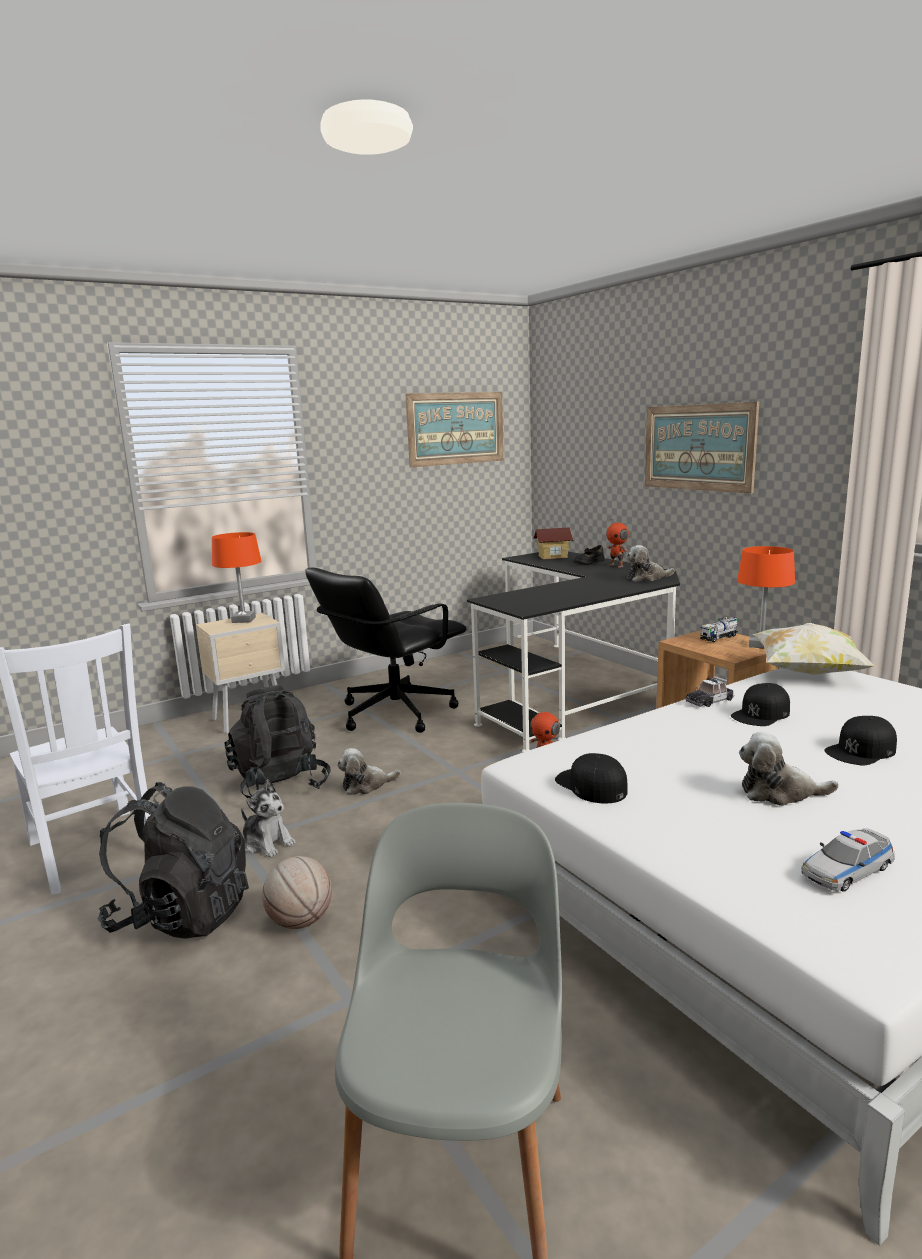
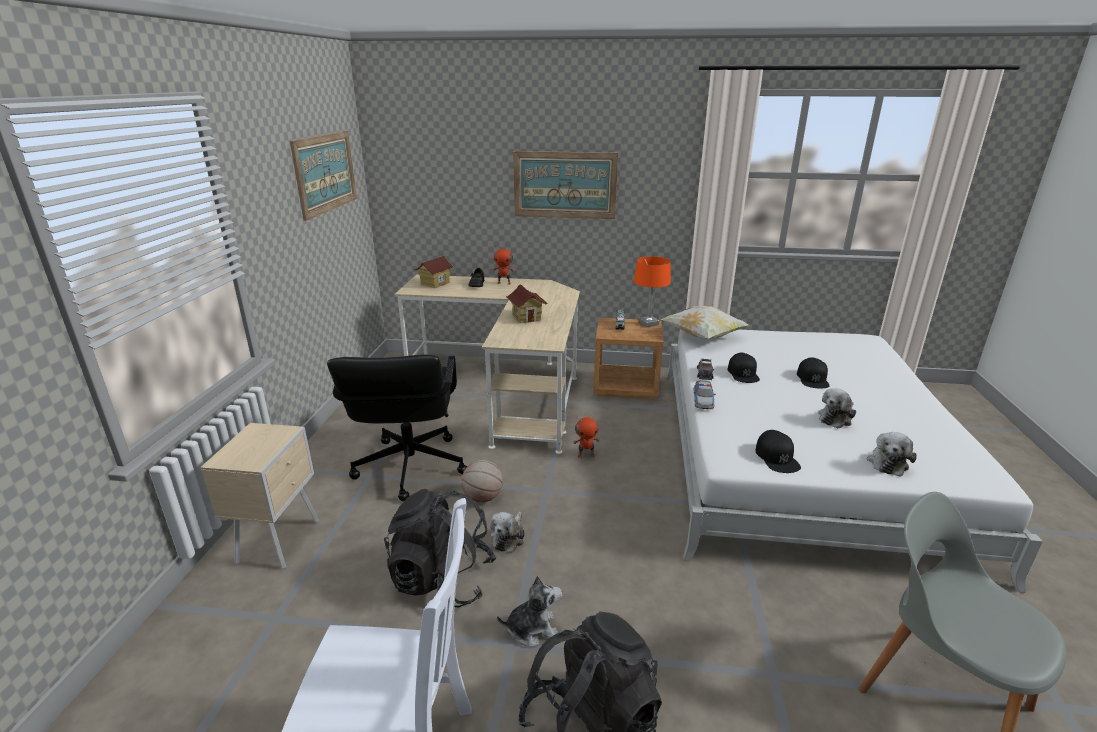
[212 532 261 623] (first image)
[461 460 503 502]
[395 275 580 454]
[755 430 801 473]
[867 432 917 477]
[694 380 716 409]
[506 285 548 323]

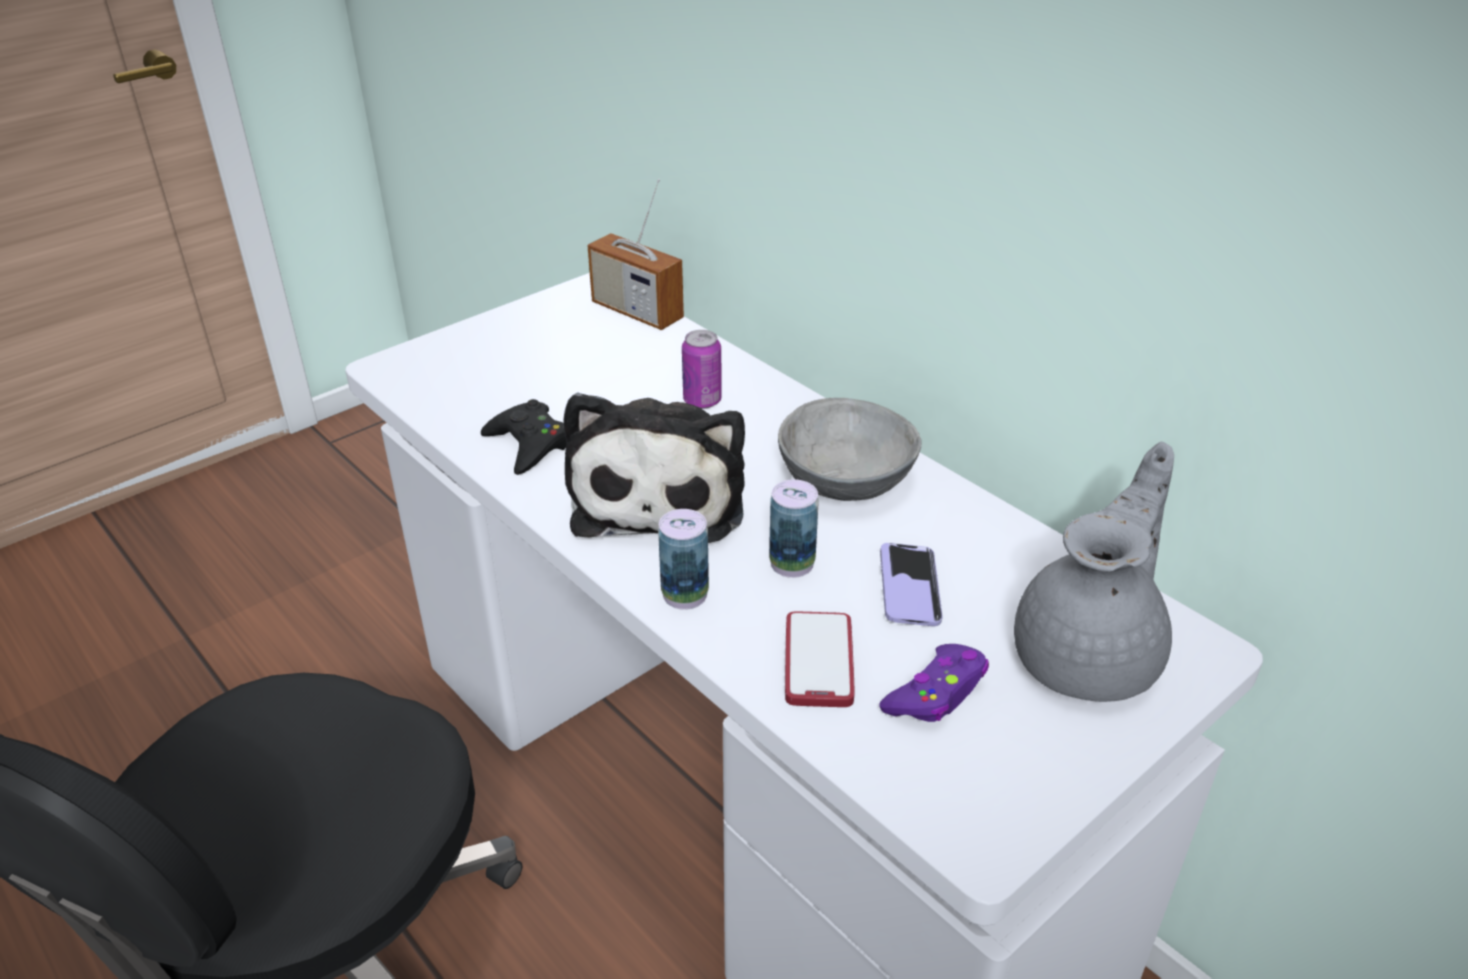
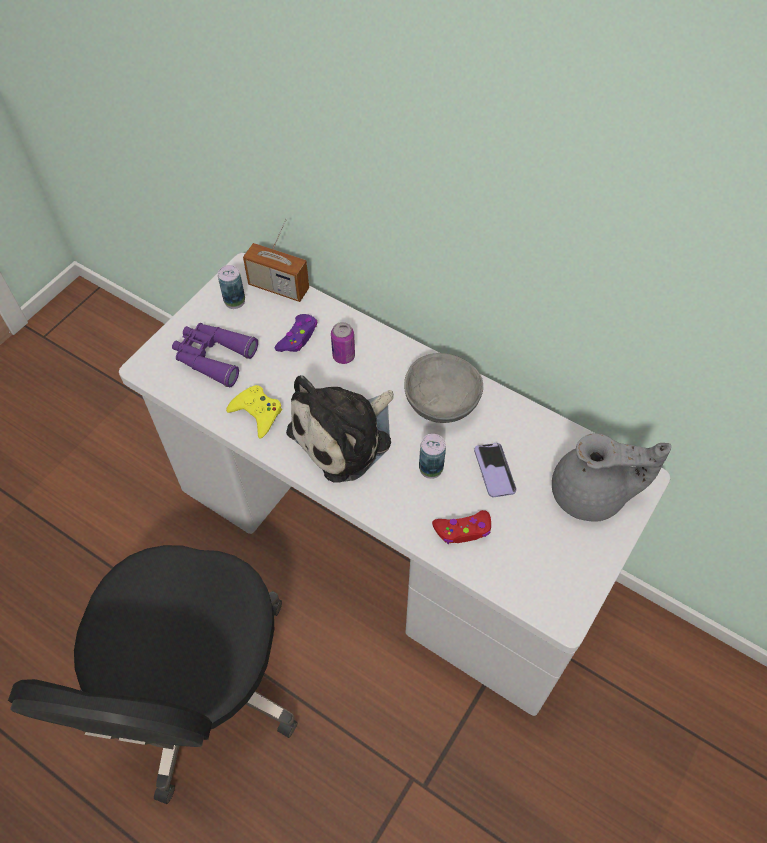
[226 385 282 439]
[286 375 394 483]
[218 265 245 309]
[432 510 491 544]
[274 314 317 352]
[552 433 671 522]
[172 323 258 388]

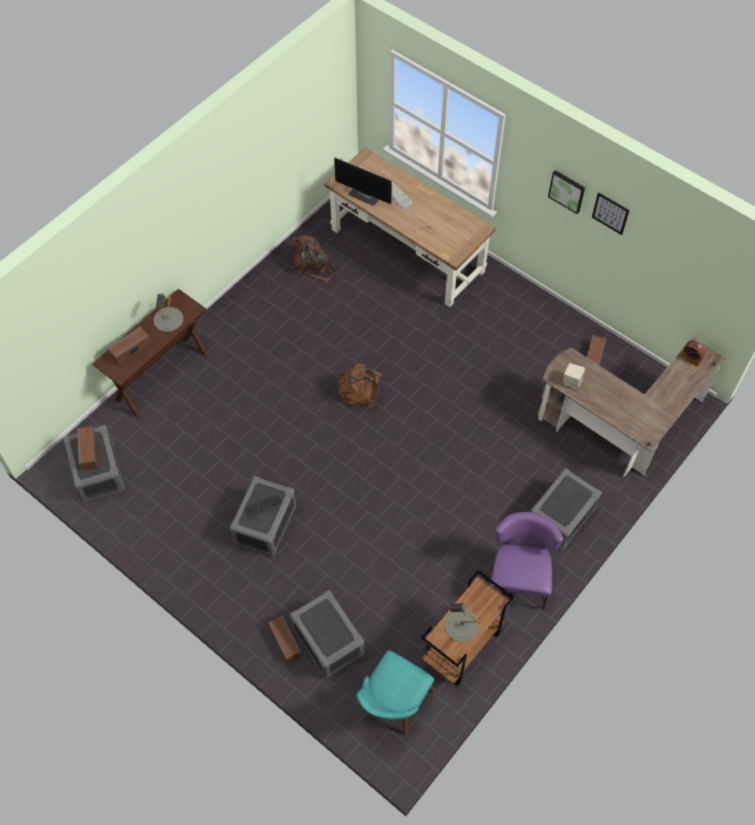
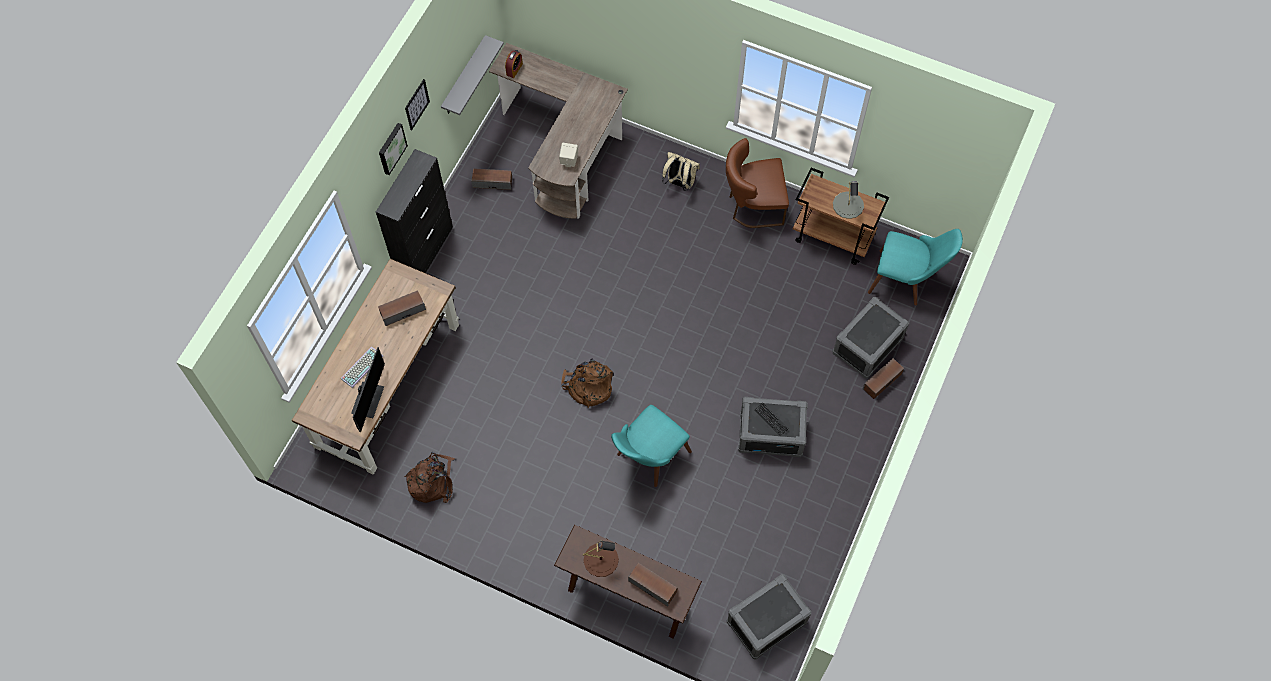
[378 290 426 326]
[583 540 619 577]
[726 138 789 228]
[662 152 700 191]
[376 149 453 273]
[441 35 504 115]
[611 405 692 487]

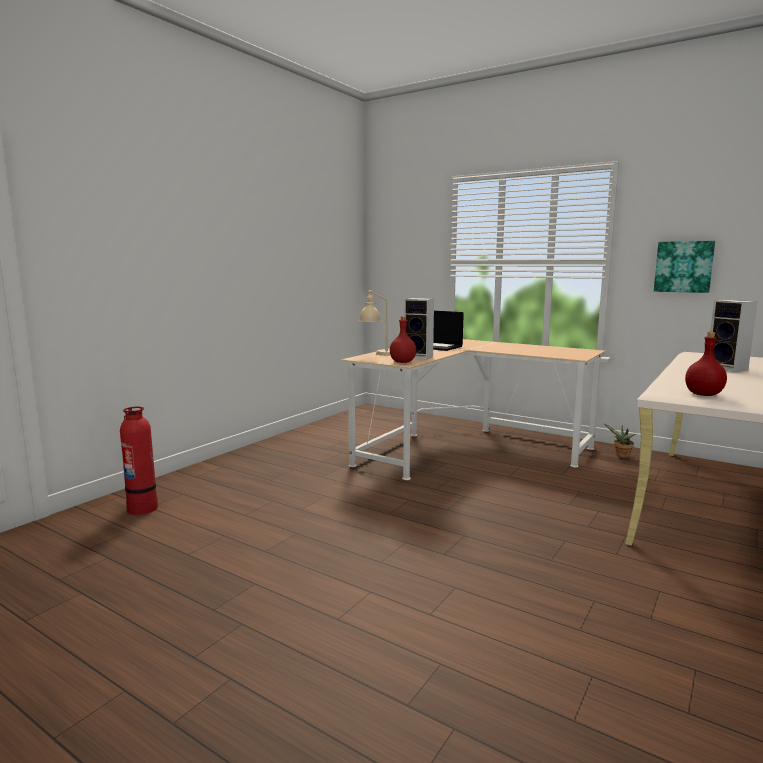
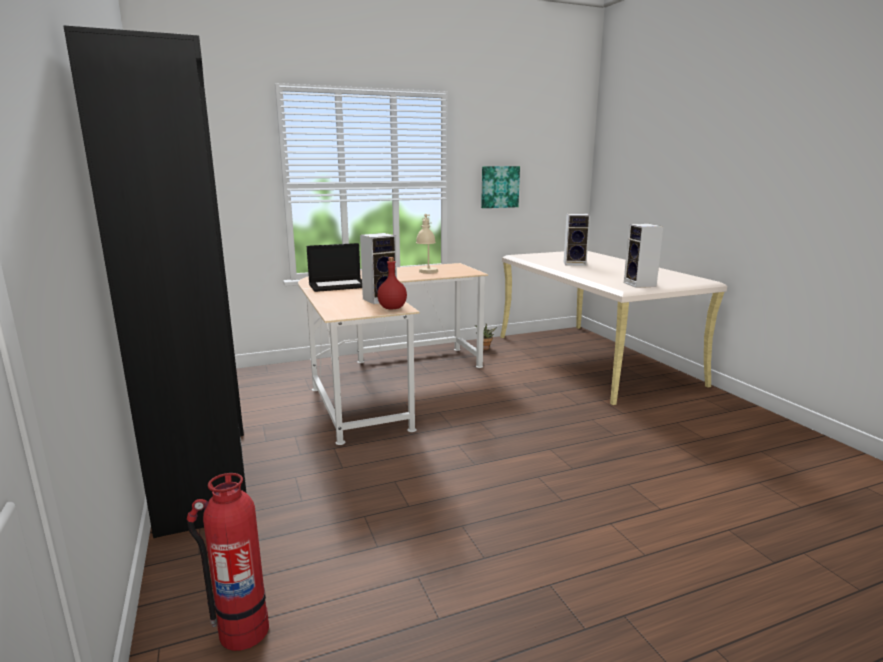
[416 214 438 273]
[624 224 663 288]
[63 25 247 538]

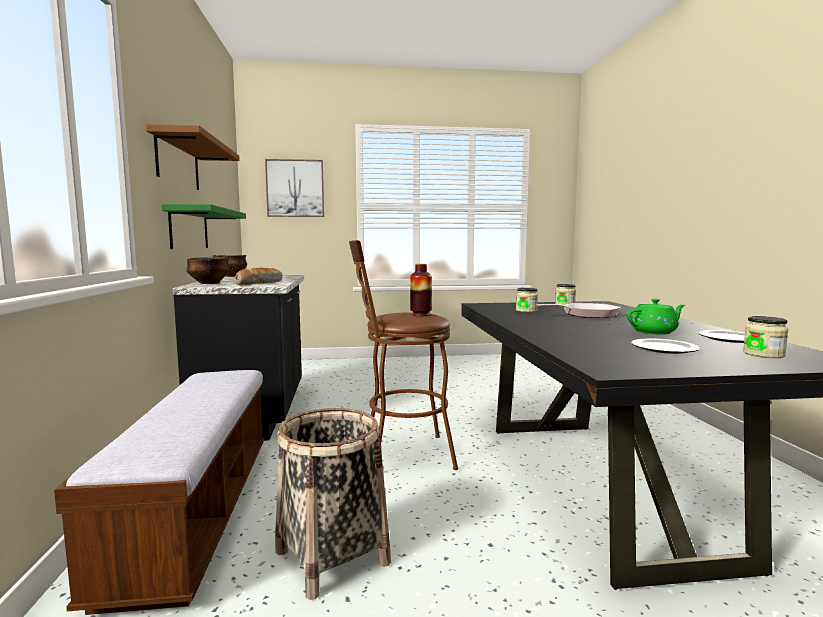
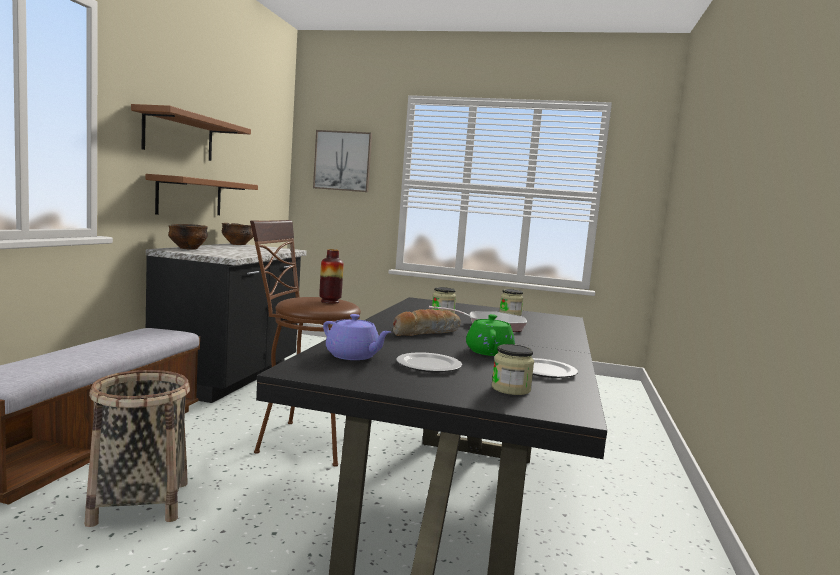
[146 174 258 215]
[393 309 461 336]
[466 314 515 356]
[323 314 391 360]

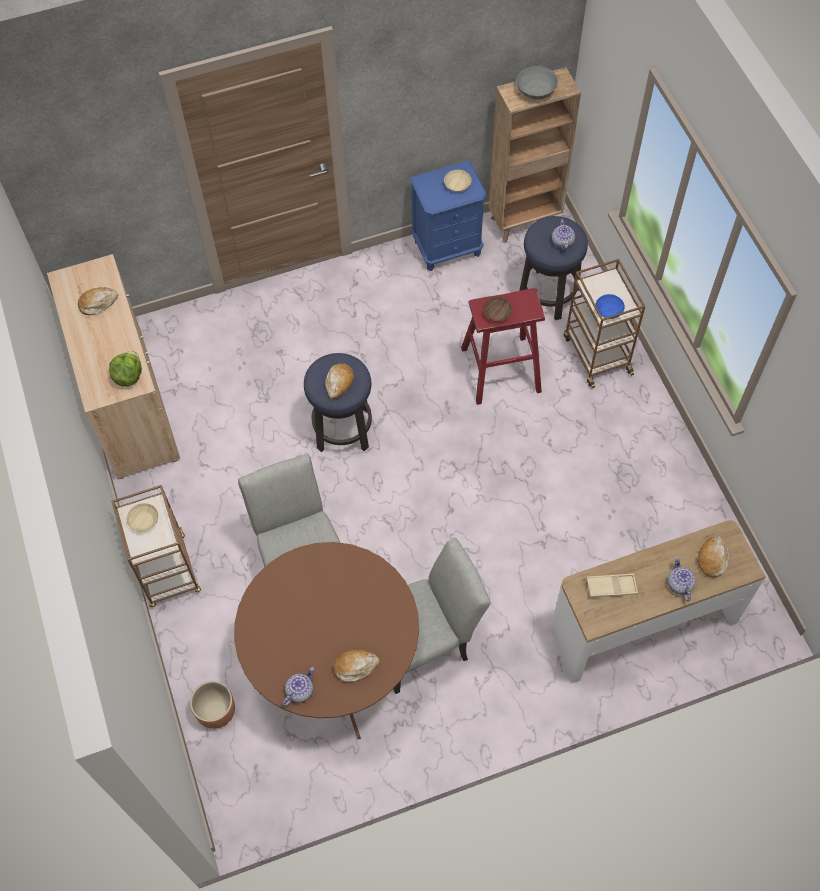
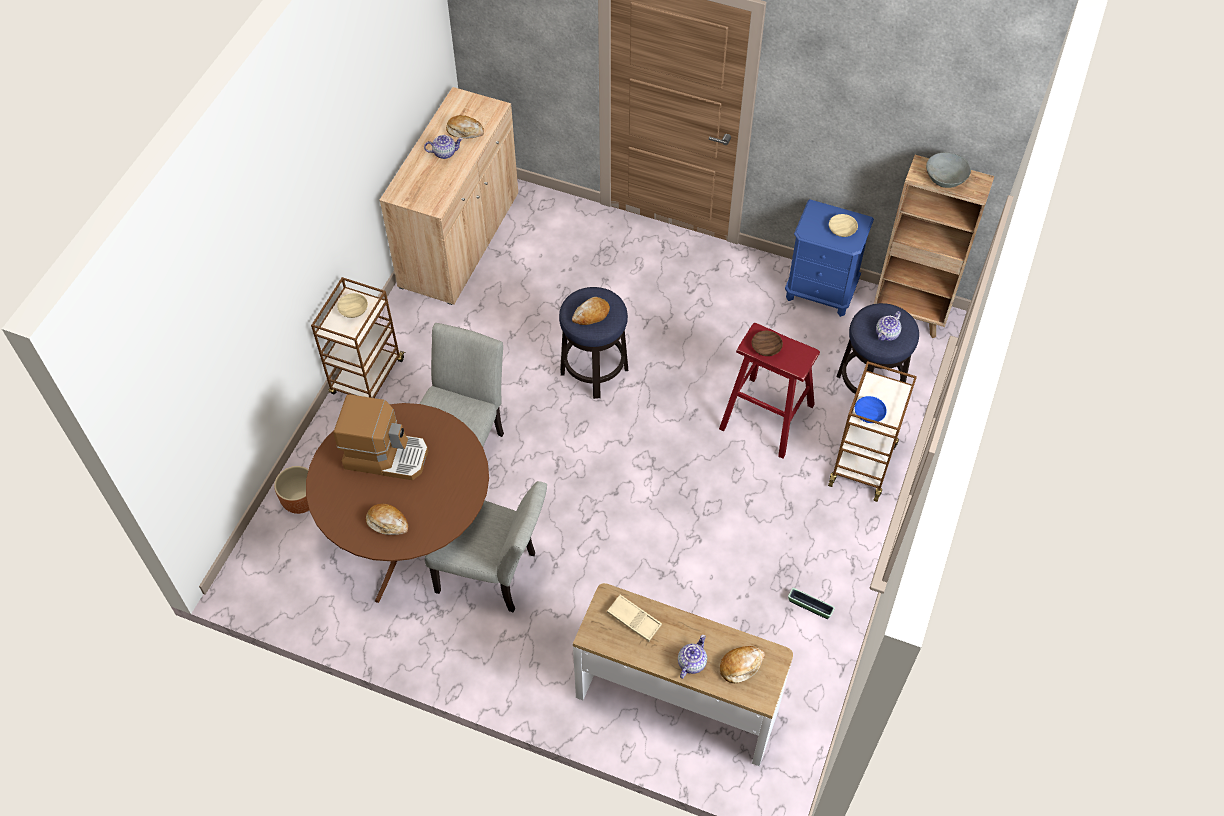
[109 351 142 387] (first image)
[424 135 463 159]
[333 394 428 480]
[788 588 835 619]

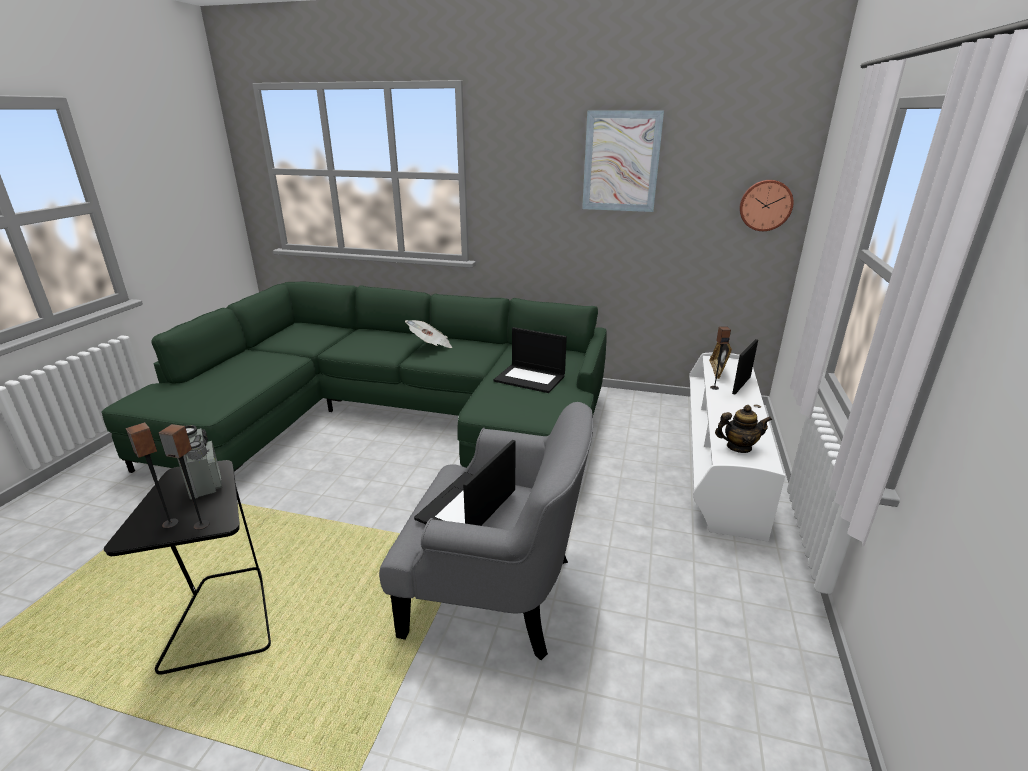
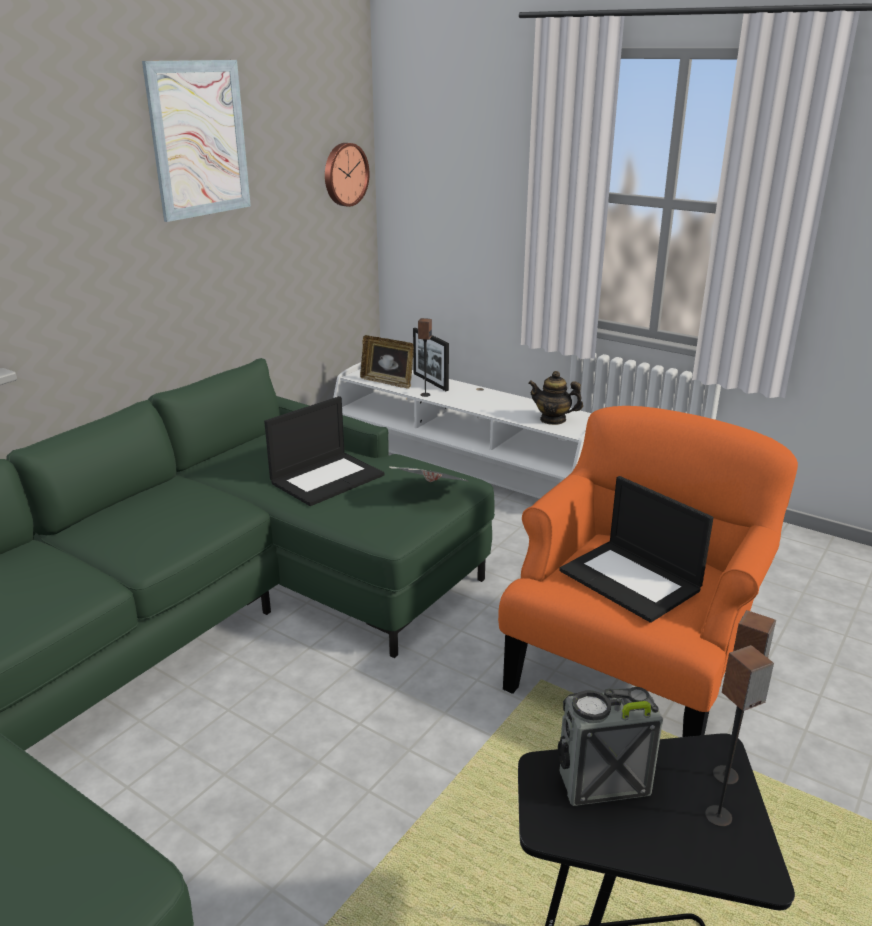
[498 406 798 737]
[389 466 470 482]
[528 371 583 425]

